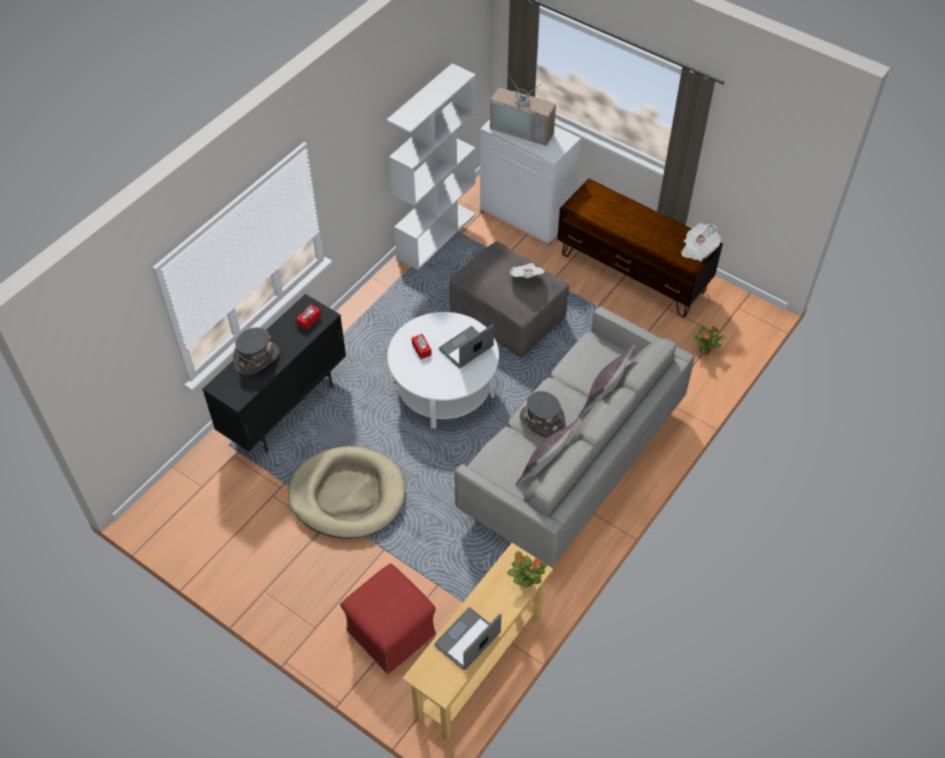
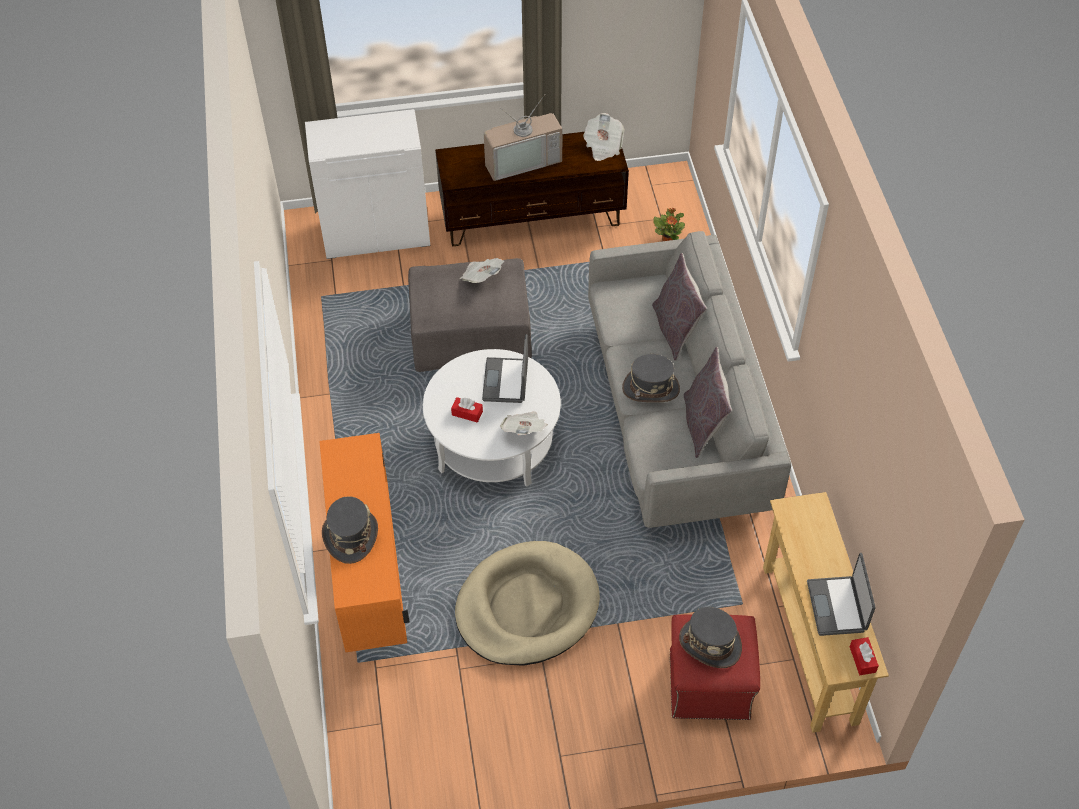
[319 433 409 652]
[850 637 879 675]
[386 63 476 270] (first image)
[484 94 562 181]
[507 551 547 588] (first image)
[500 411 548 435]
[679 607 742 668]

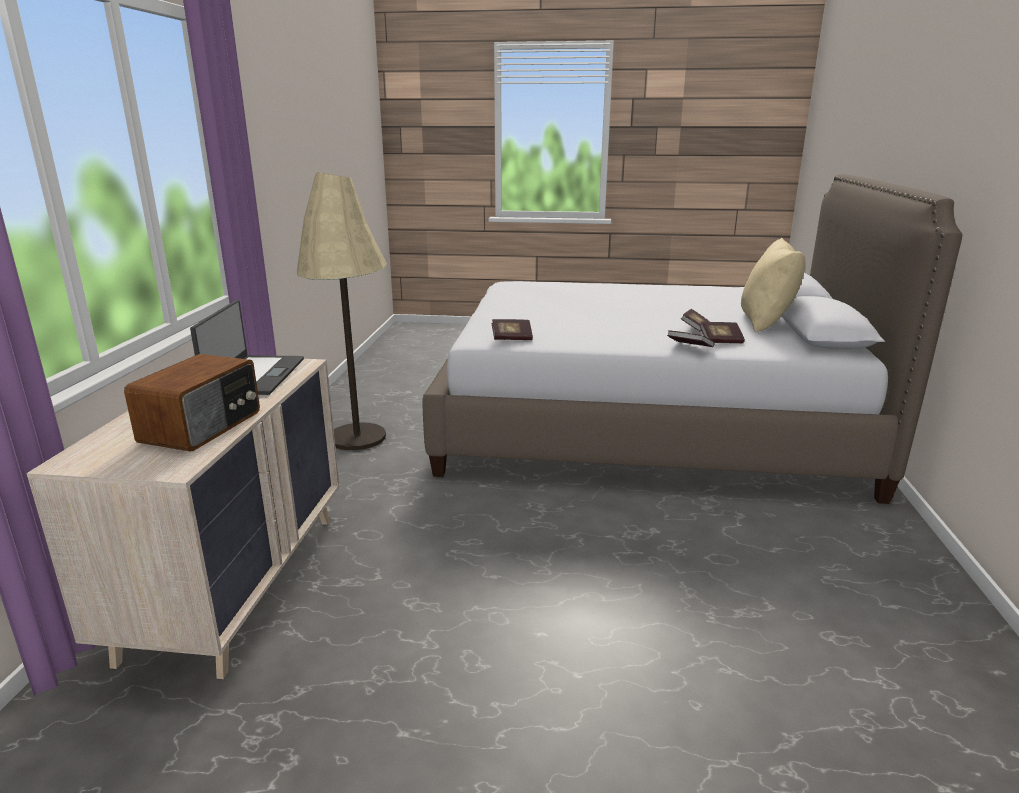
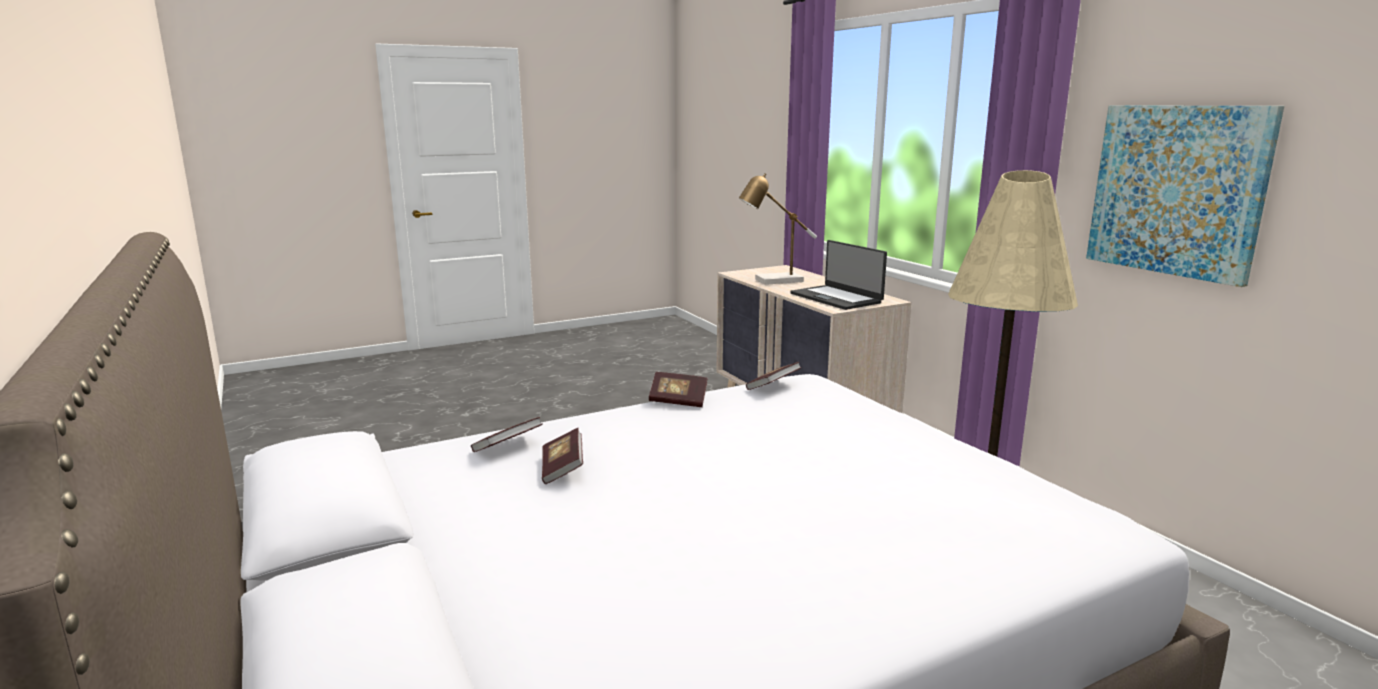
[739 173 817 285]
[649 372 708 407]
[741 238 805 332] (first image)
[1086 105 1284 287]

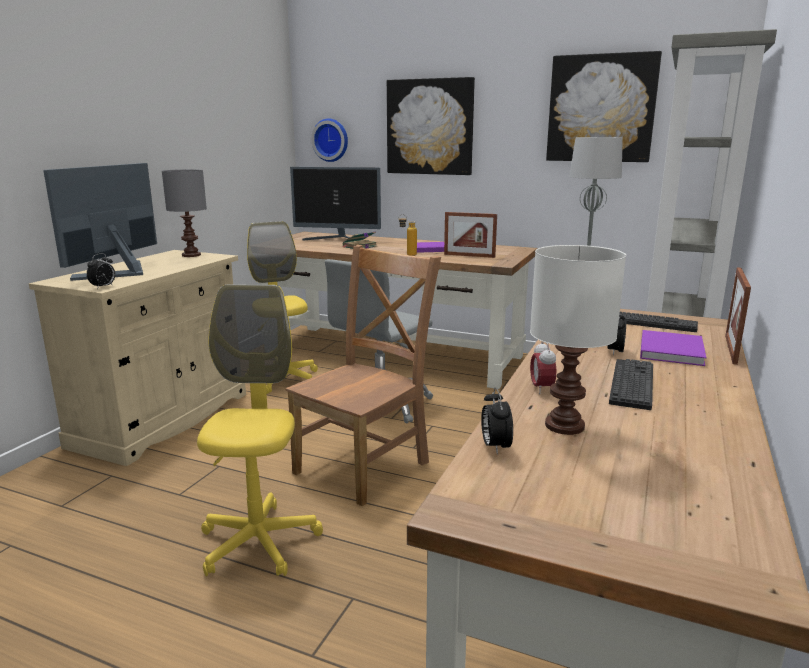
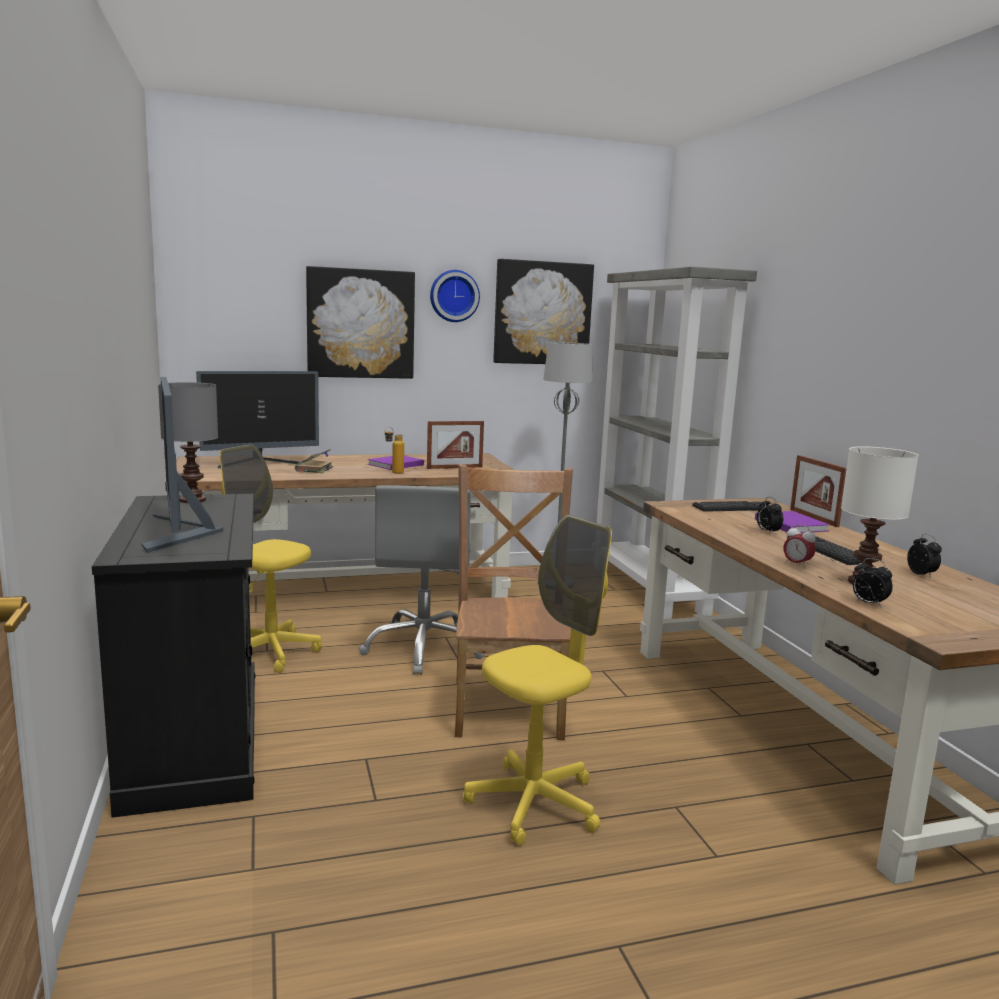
[92 494 256 818]
[907 534 942 578]
[463 515 612 846]
[430 270 480 322]

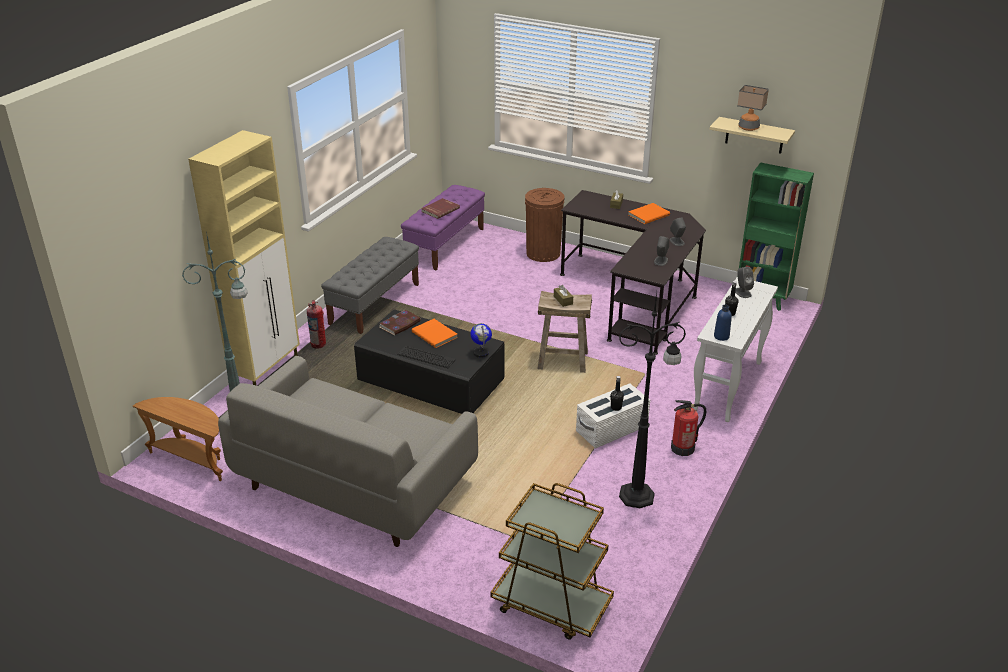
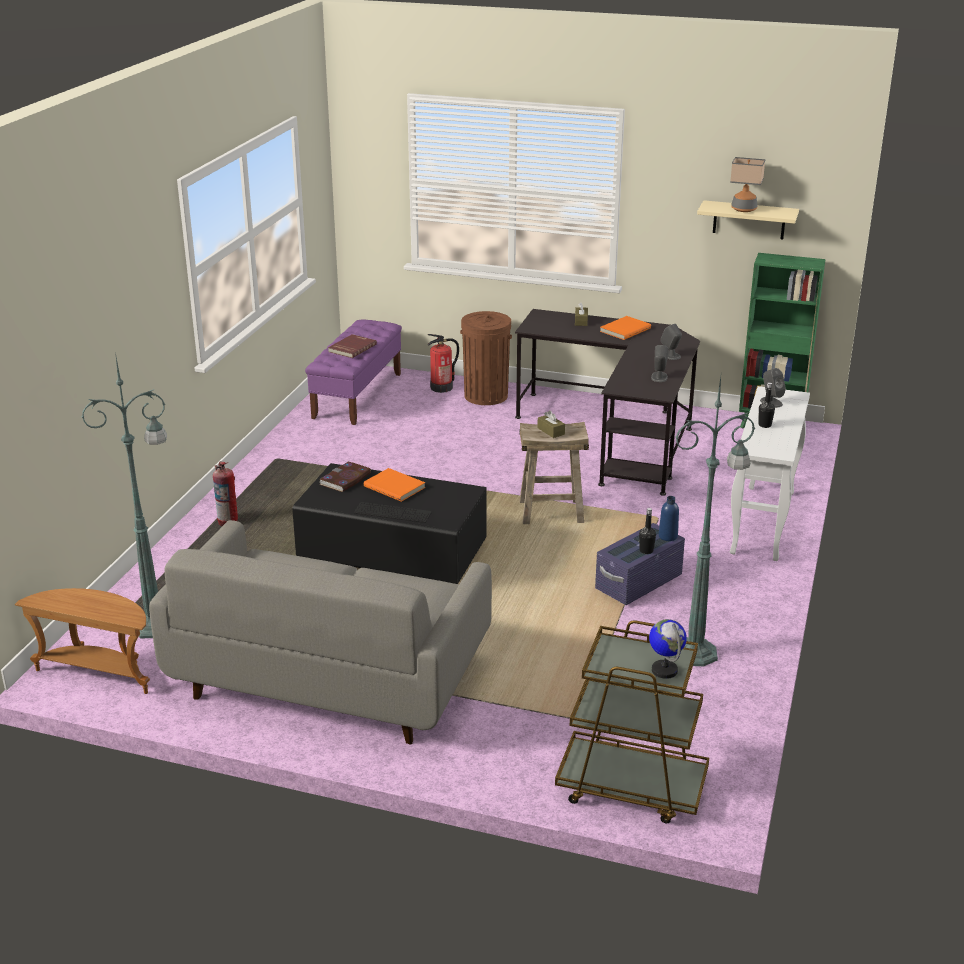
[188 130 300 385] (first image)
[321 237 419 334] (first image)
[649 619 687 679]
[595 523 685 605]
[675 377 755 666]
[428 334 459 393]
[659 496 679 541]

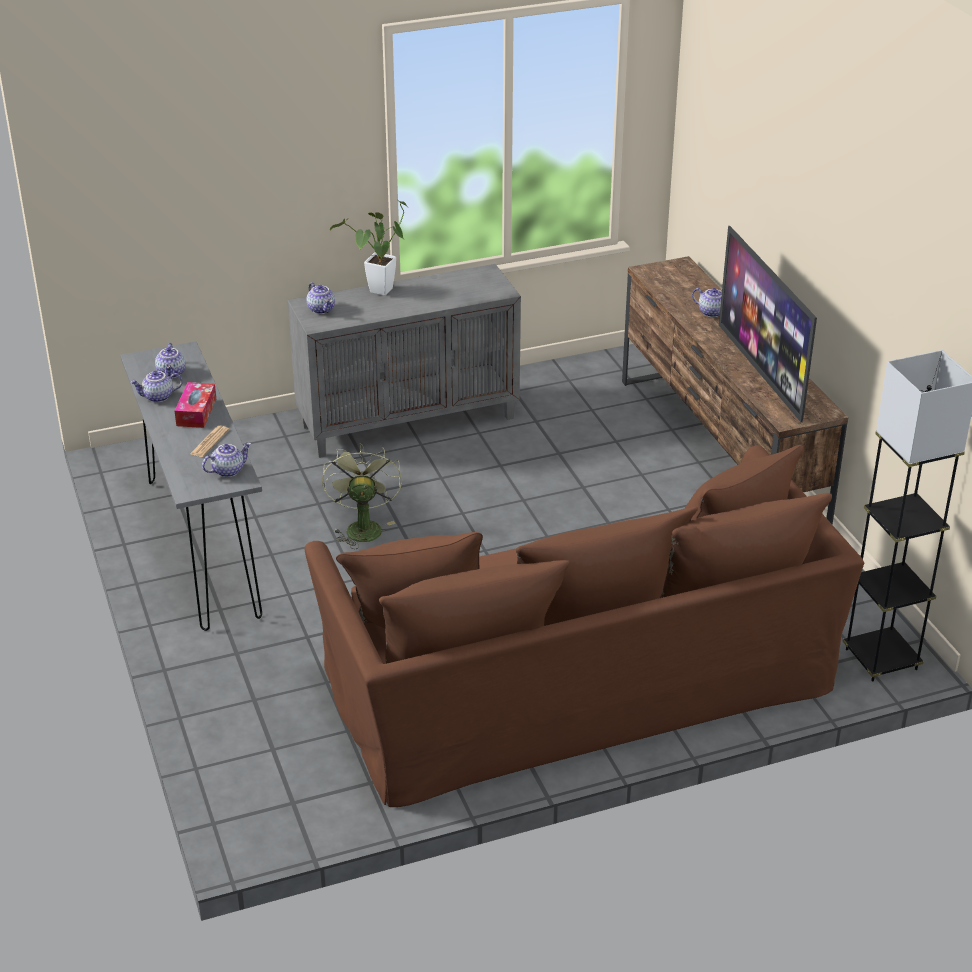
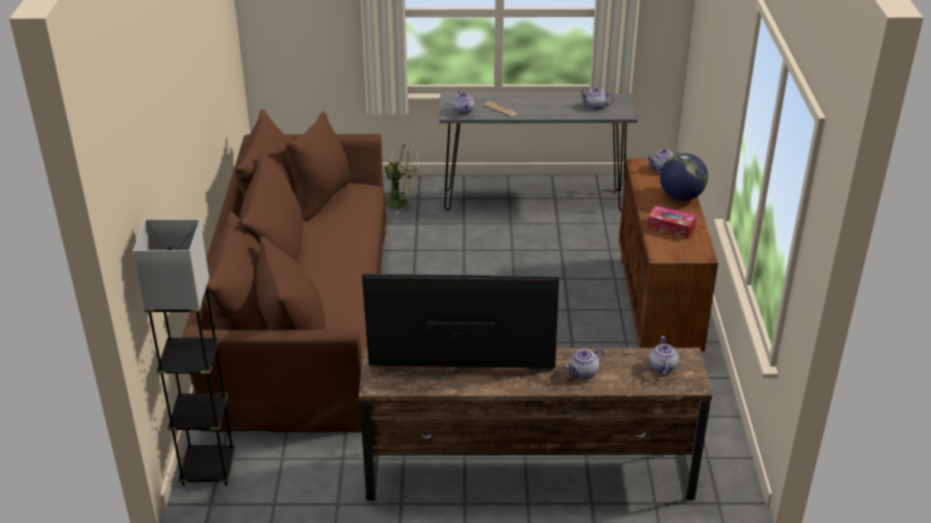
[649 336 679 376]
[647 205 697 239]
[619 159 718 352]
[384 143 421 215]
[660 153 708 201]

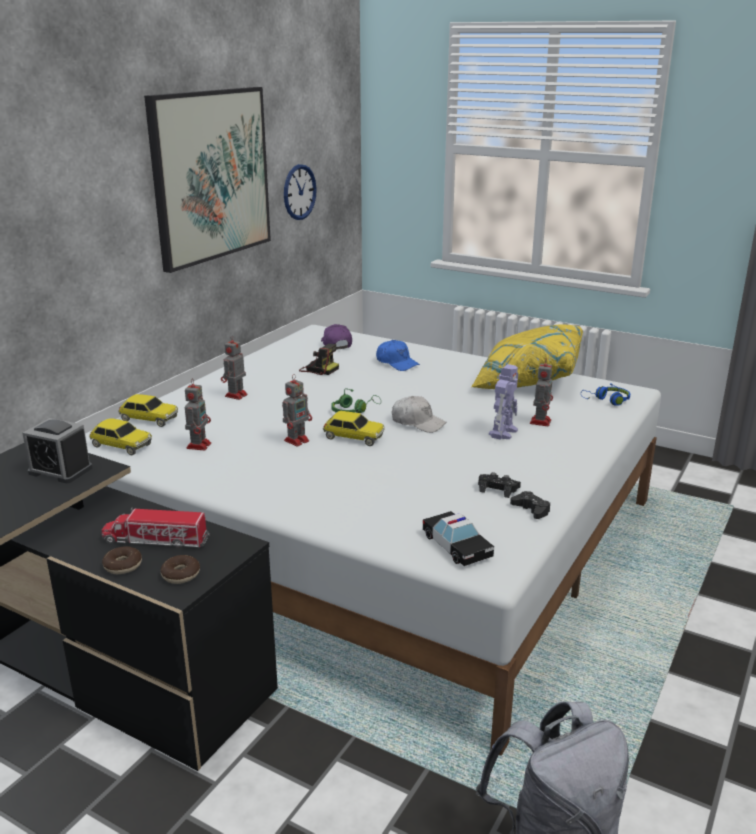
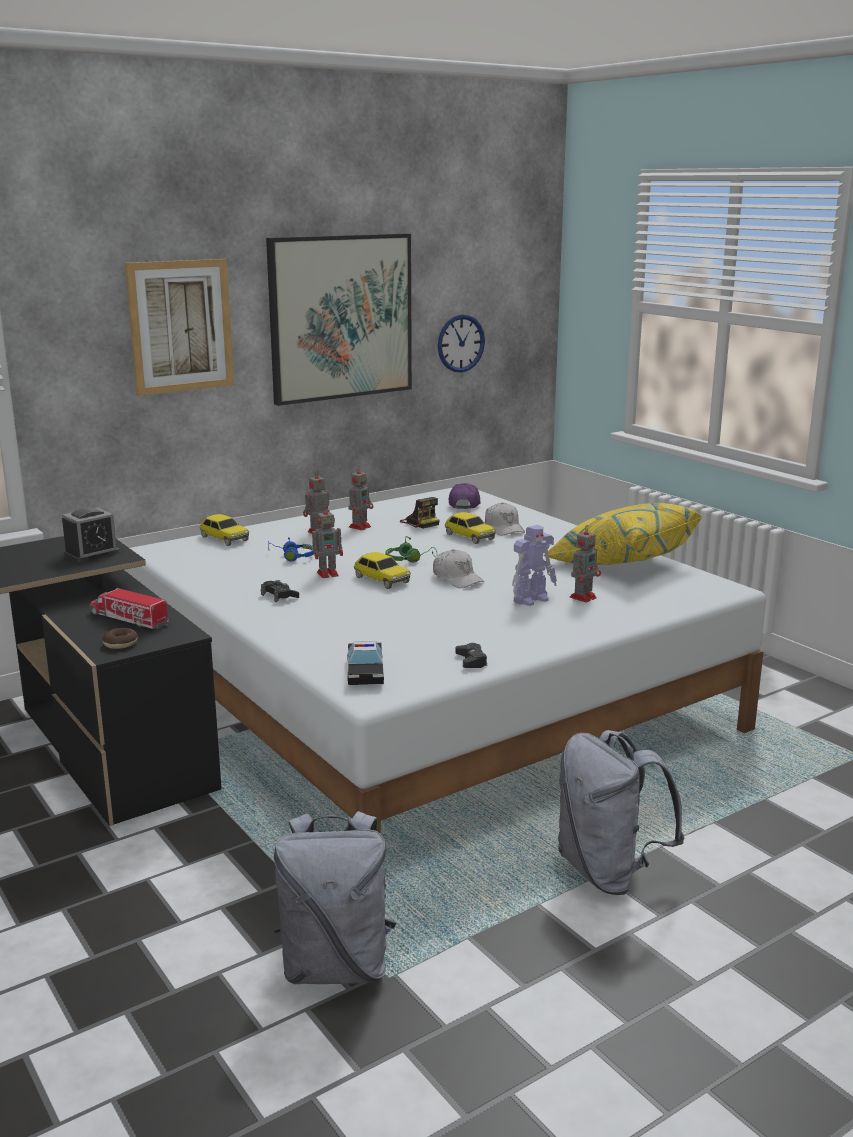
[62 507 120 562]
[445 512 496 544]
[102 546 142 574] (first image)
[348 466 373 530]
[485 502 525 536]
[261 580 299 602]
[268 537 315 561]
[125 259 234 396]
[558 730 684 895]

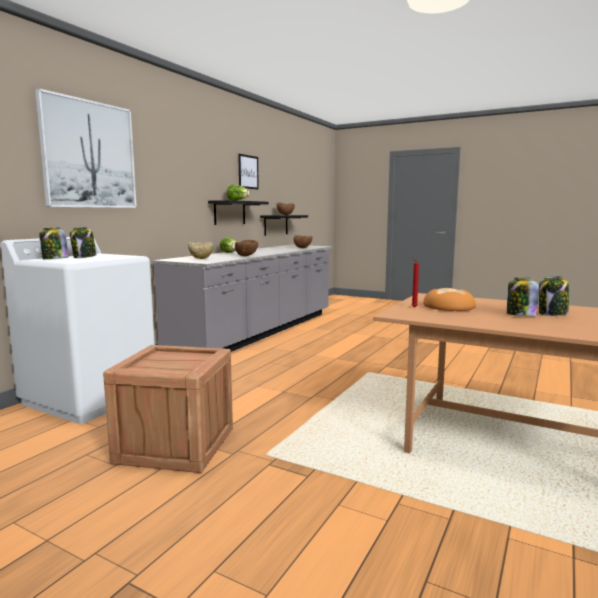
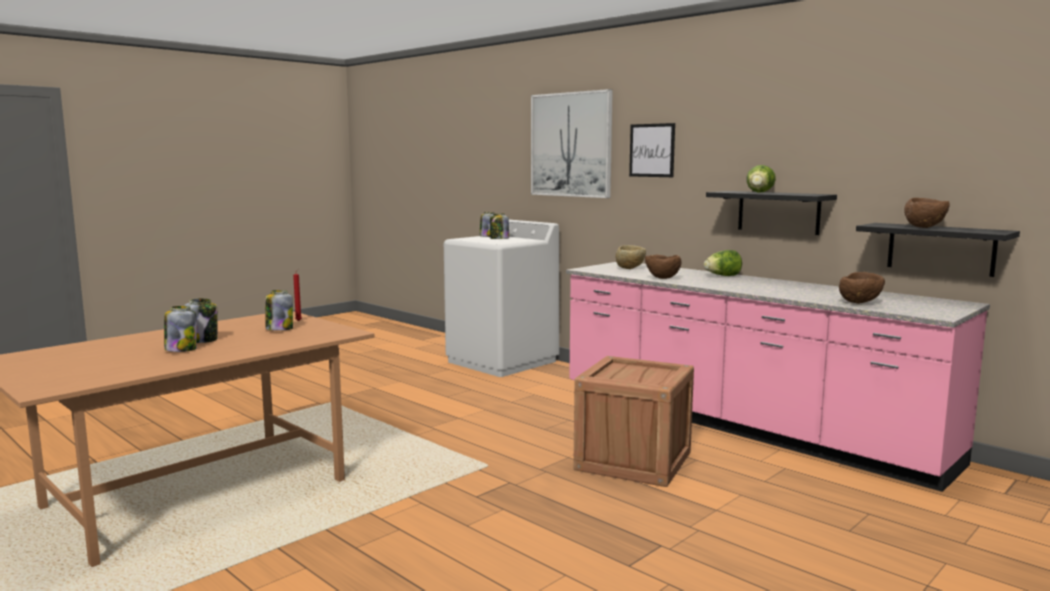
[573 356 694 487]
[566 262 990 492]
[629 123 675 177]
[265 290 293 330]

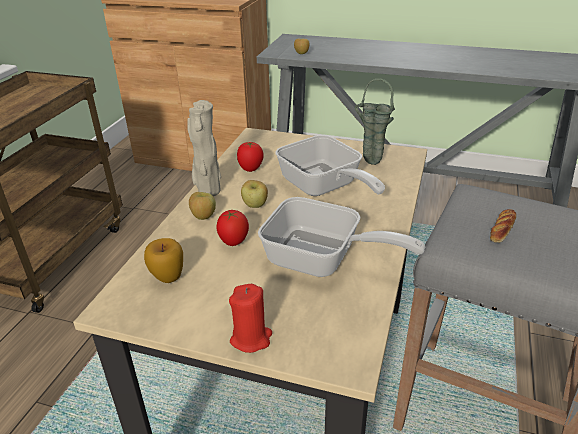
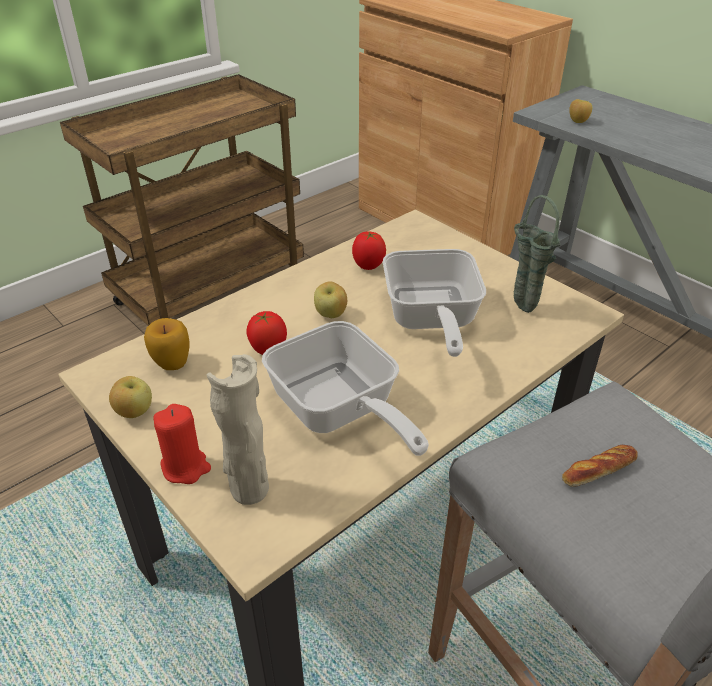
[207 354 269 505]
[109 376 152 418]

